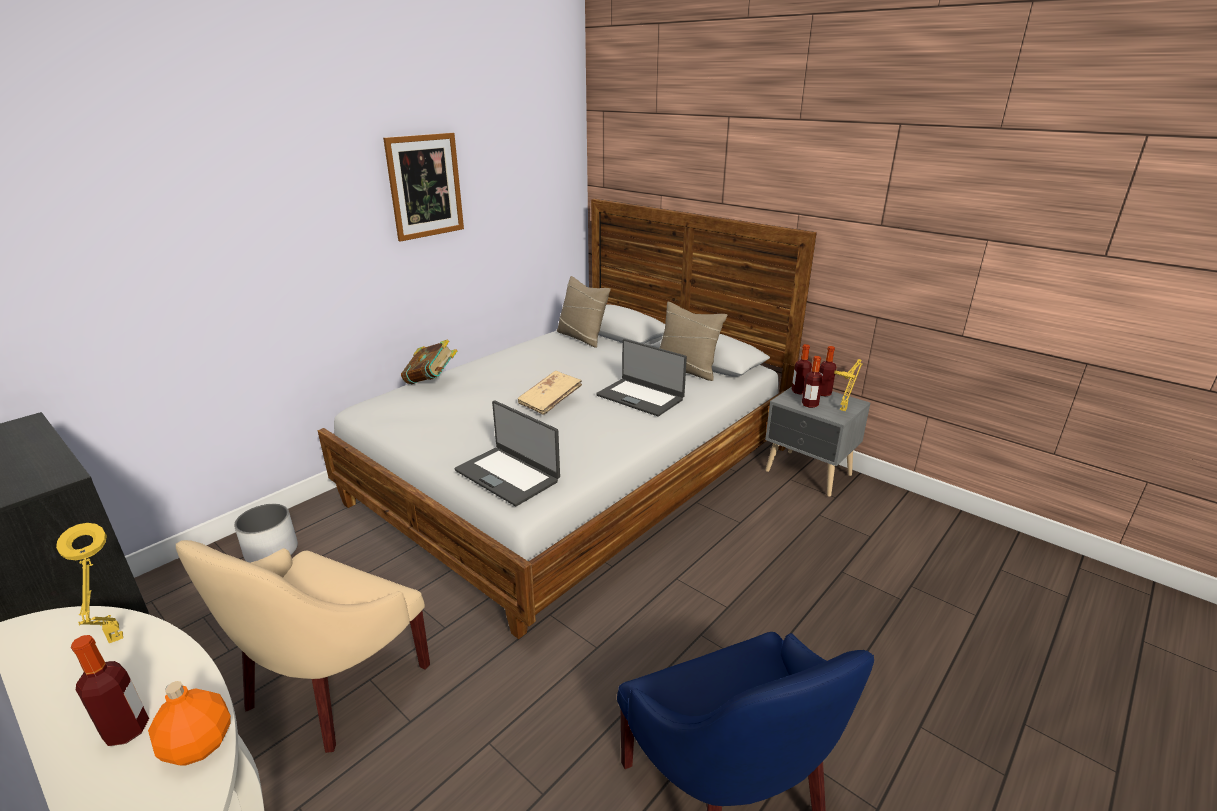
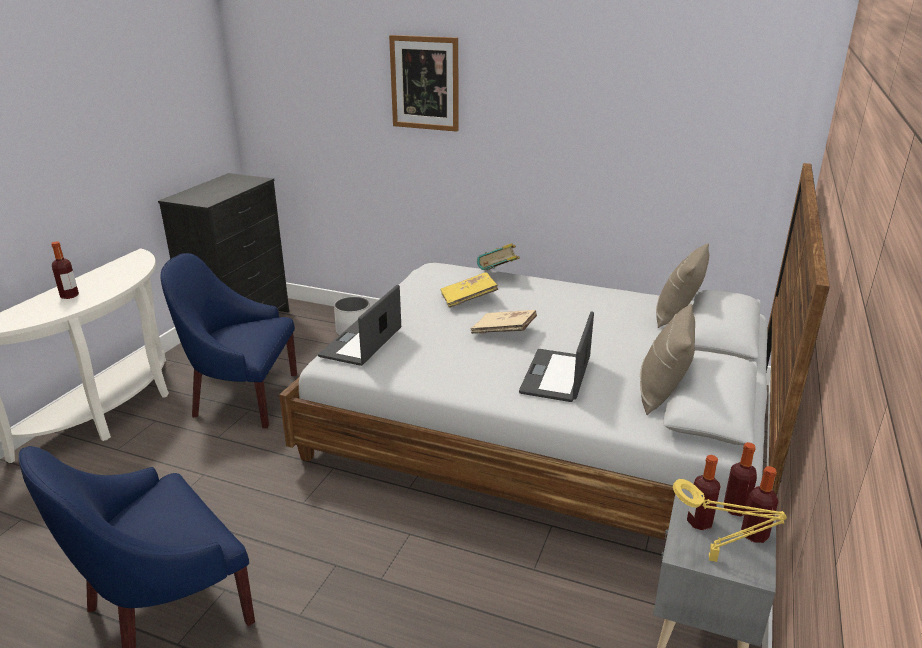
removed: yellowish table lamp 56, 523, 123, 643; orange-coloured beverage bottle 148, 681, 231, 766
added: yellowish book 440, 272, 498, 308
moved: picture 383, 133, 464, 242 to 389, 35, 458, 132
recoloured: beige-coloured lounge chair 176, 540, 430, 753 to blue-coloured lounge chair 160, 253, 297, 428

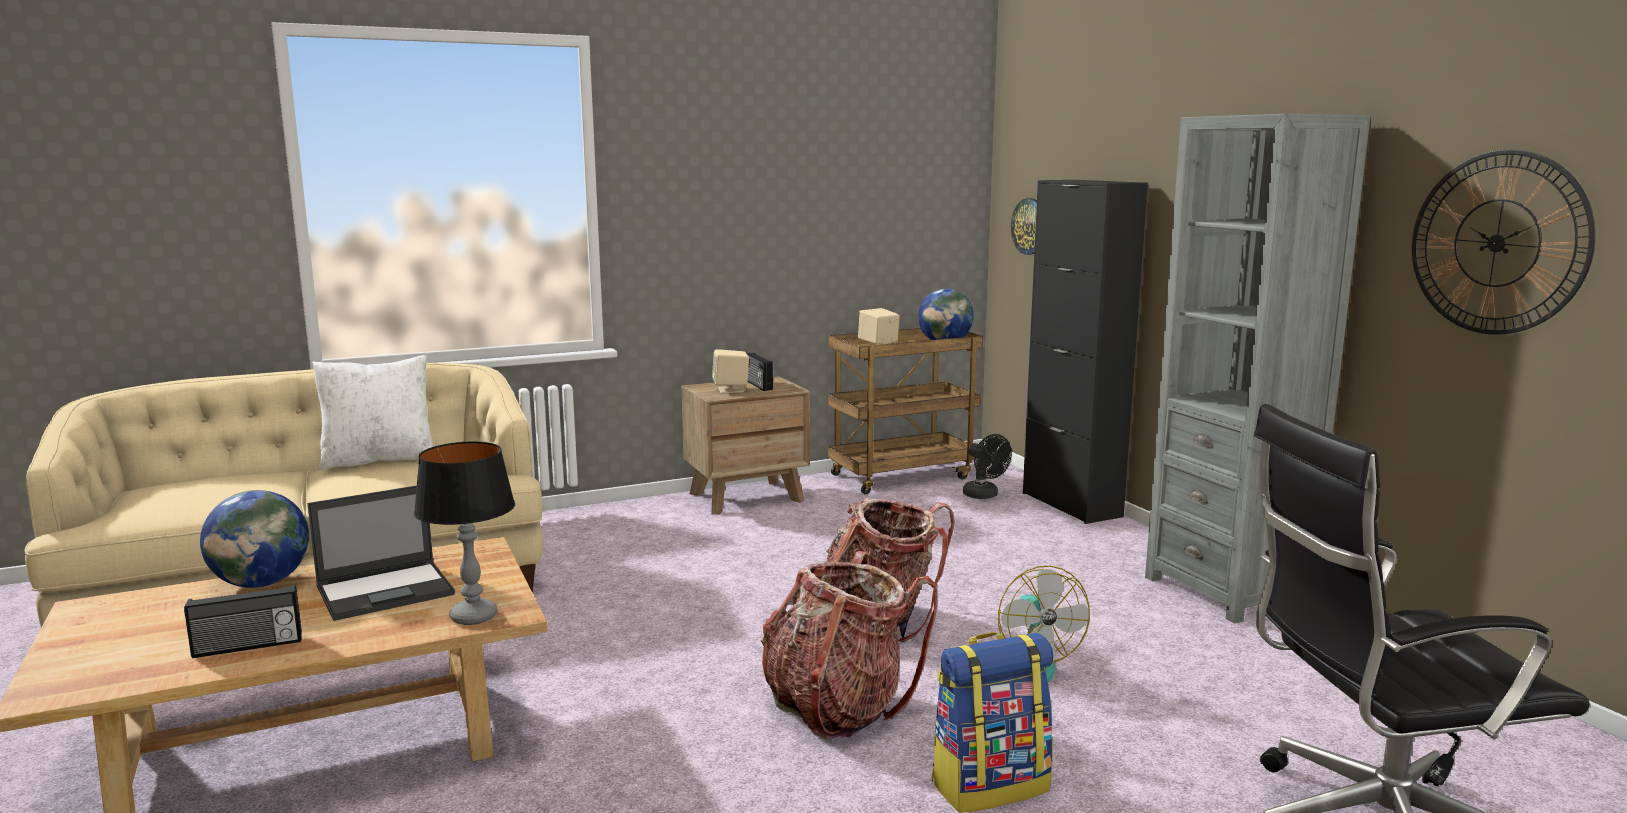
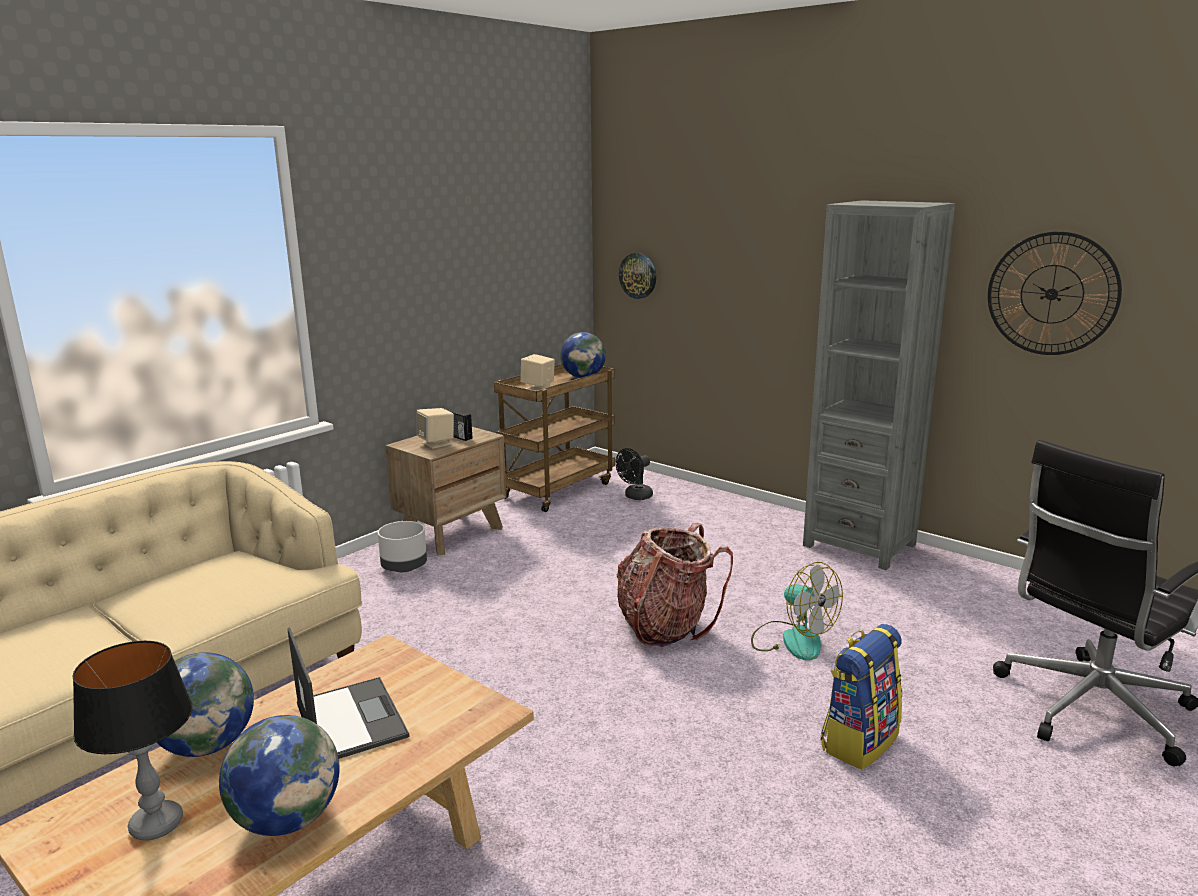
removed: black-coloured storage cabinet 1023, 180, 1148, 524; white-coloured pillow 313, 355, 433, 470; rucksack 761, 551, 938, 739
added: gray plant pot 378, 521, 427, 572
moved: table lamp 414, 442, 515, 625 to 73, 641, 193, 841
replaced: radio 184, 585, 302, 658 to globe 219, 715, 340, 836
turned: black-coloured fan 963, 434, 1012, 499 = 615, 448, 653, 500 105 degrees clockwise; portable computer 307, 485, 455, 621 = 288, 627, 409, 759 60 degrees counterclockwise

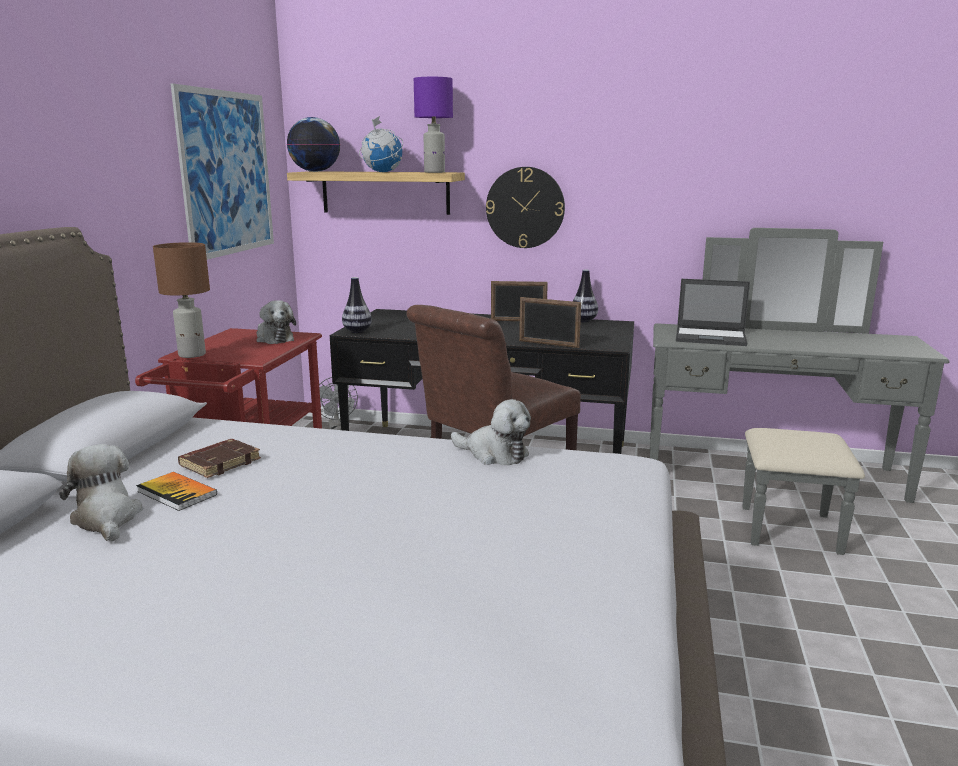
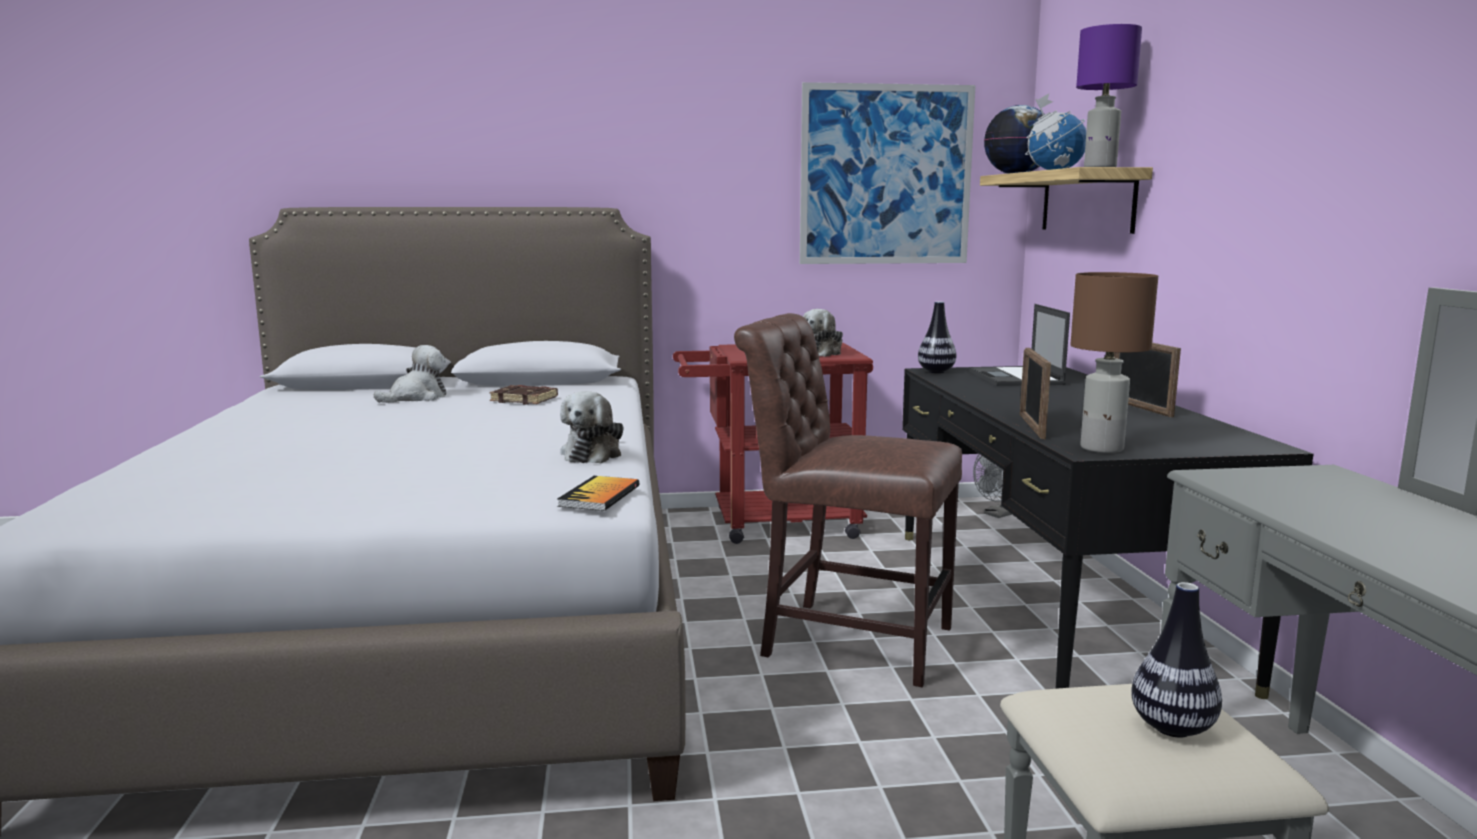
removed: clock on the wall 486, 167, 565, 248
moved: brown-coloured table lamp 153, 242, 210, 358 to 1070, 272, 1158, 453; decorative vase 573, 270, 598, 322 to 1132, 582, 1222, 738; portable computer 676, 279, 750, 346 to 969, 304, 1070, 386; book 136, 472, 217, 511 to 557, 476, 639, 511

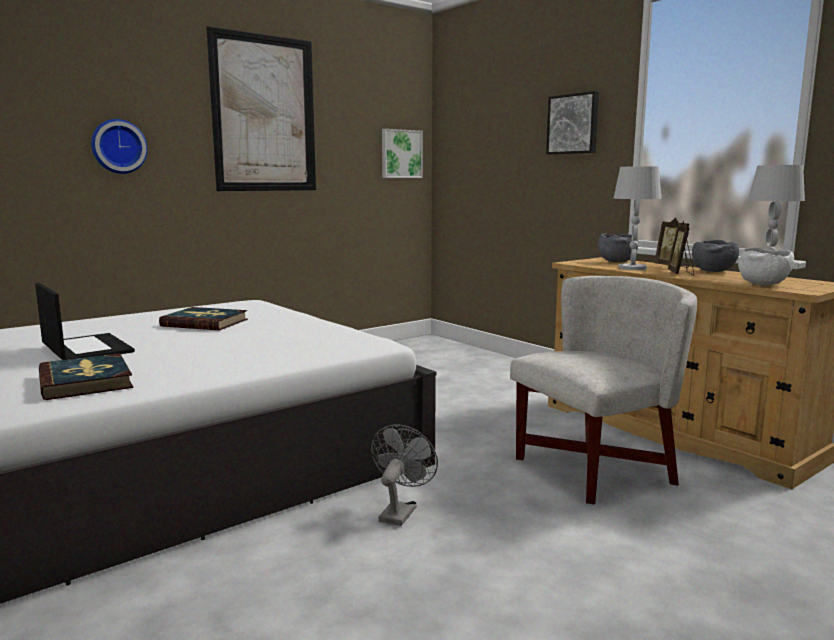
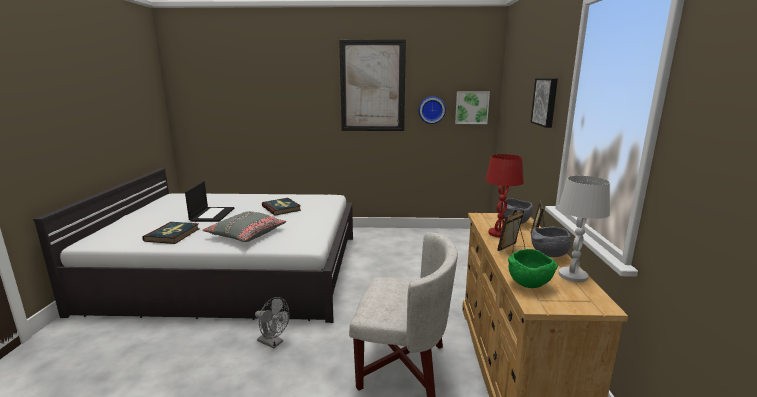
added: gray pillow 202, 211, 287, 242
moved: clock on the wall 91, 119, 147, 174 to 419, 96, 446, 124
recoloured: white-coloured table lamp 614, 166, 661, 270 to red table lamp 486, 154, 524, 238; white-coloured bowl 738, 247, 794, 286 to greenish bowl 508, 249, 558, 288
turned: gray fan 371, 424, 438, 526 = 255, 297, 289, 349 60 degrees clockwise

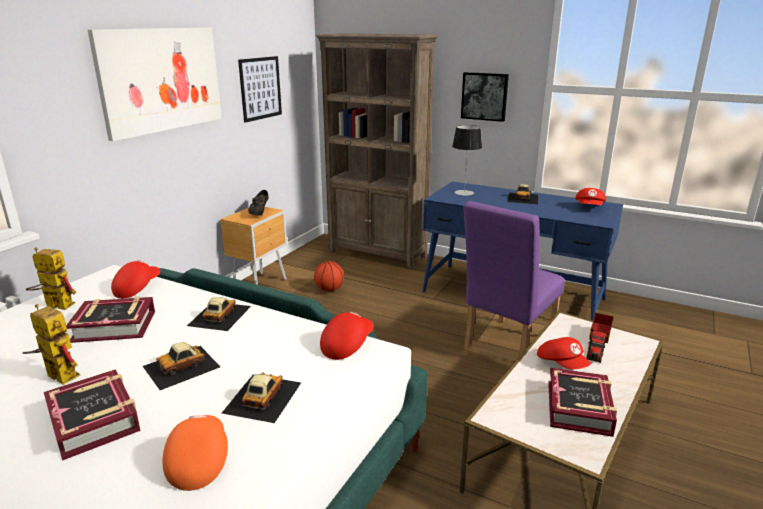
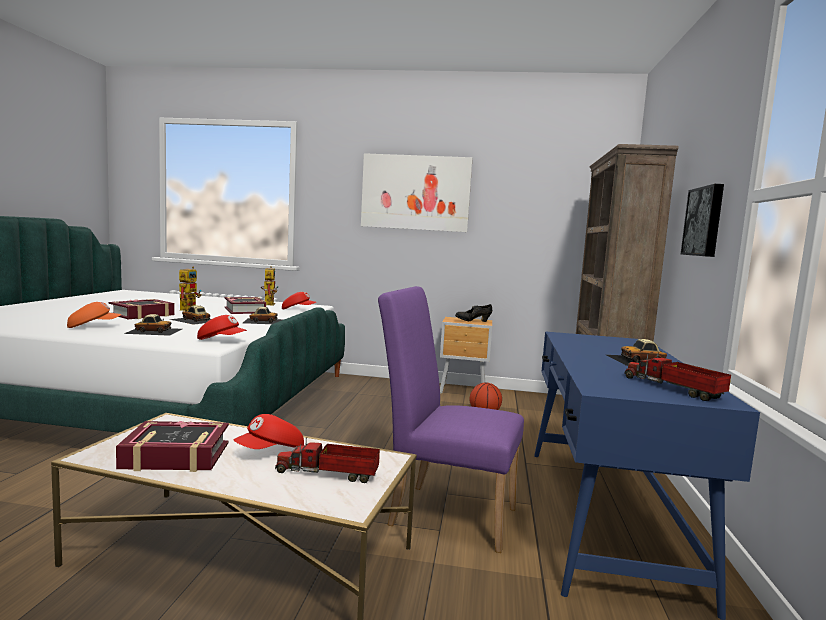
removed: picture 238, 56, 282, 123; table lamp 452, 125, 482, 196
replaced: red cap 575, 188, 606, 205 to toy truck 625, 352, 731, 401

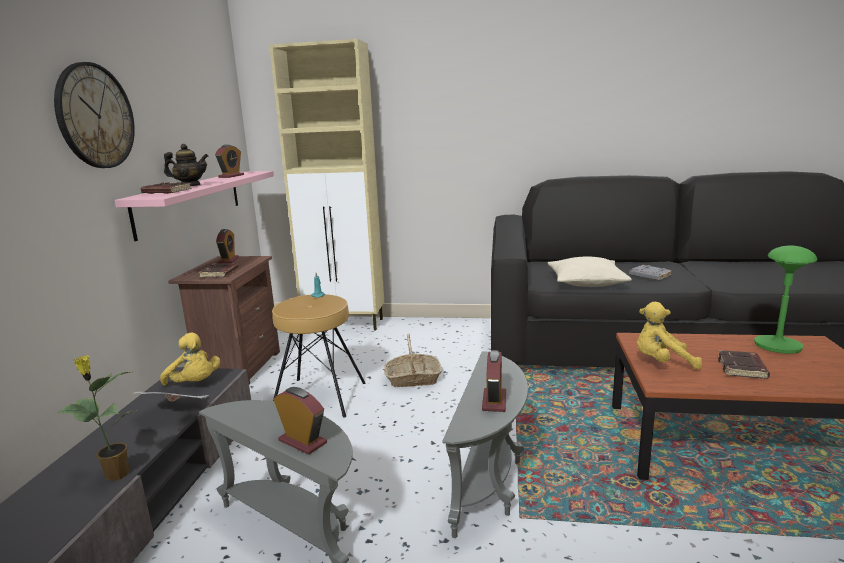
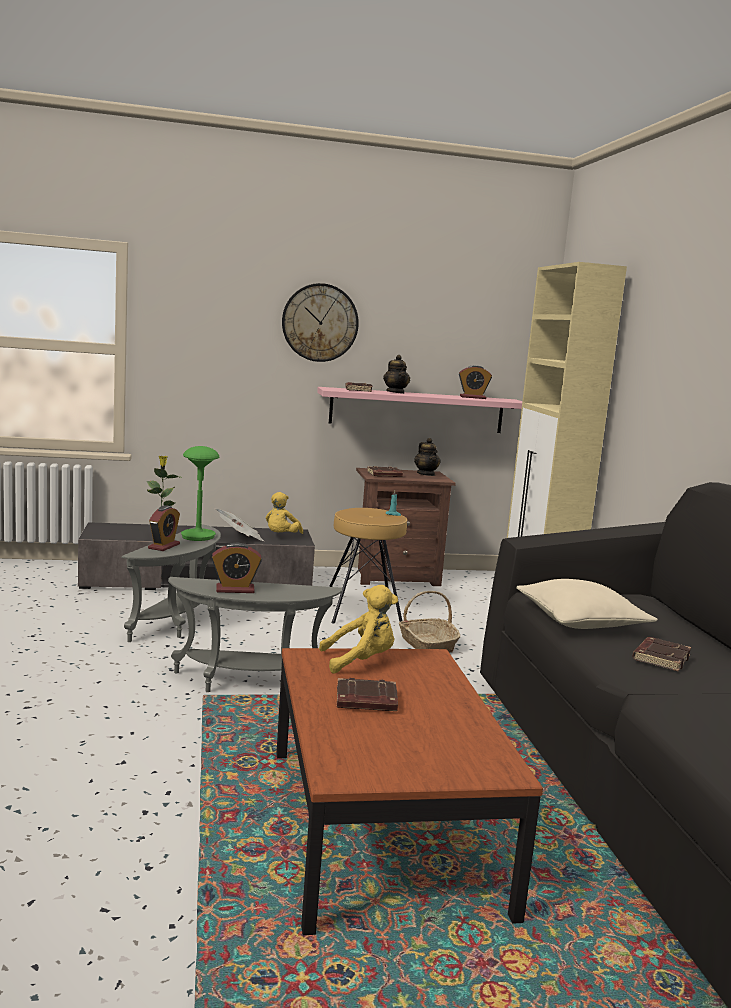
moved: greenish table lamp 754, 246, 817, 354 to 181, 446, 219, 541
replaced: alarm clock 216, 229, 239, 264 to pot for tea 414, 438, 441, 476
recoloured: gray book 629, 265, 672, 280 to brown-coloured book 632, 637, 691, 671
turned: yellowish plush toy 637, 302, 702, 369 = 319, 585, 398, 673 90 degrees clockwise

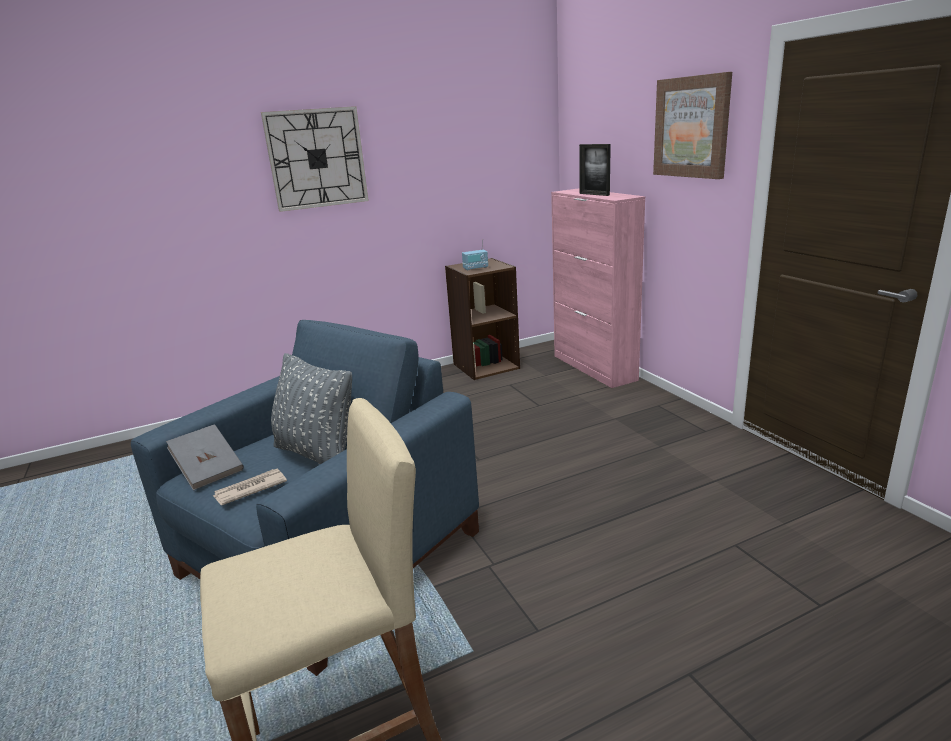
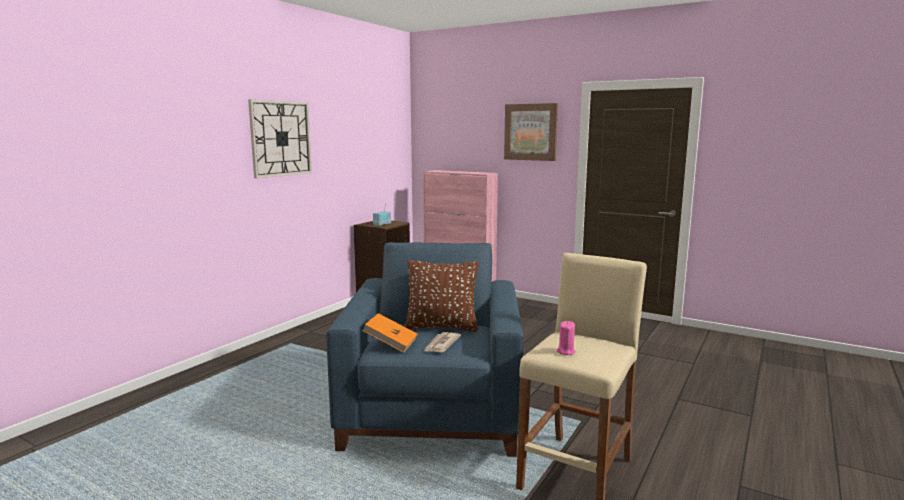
removed: photo frame 579, 144, 611, 196
added: pink-coloured wax light 556, 321, 576, 355
recoloured: gray pillow 271, 353, 352, 464 to brown-coloured pillow 405, 260, 479, 332; gray book 166, 424, 244, 491 to orange-coloured book 362, 313, 418, 353

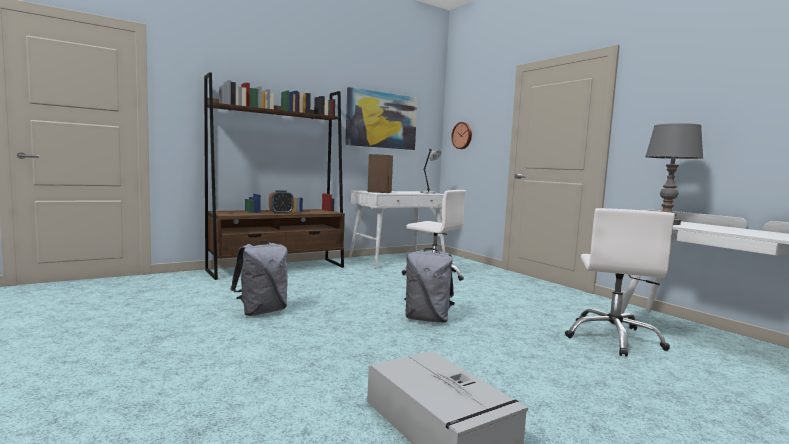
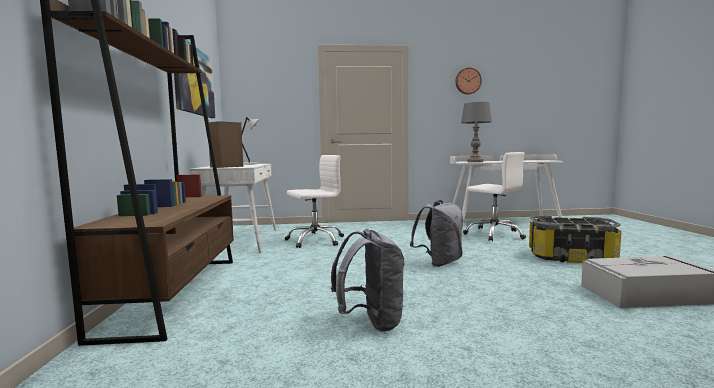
removed: alarm clock 269, 190, 293, 214
added: storage box 529, 215, 622, 263
moved: clock on the wall 451, 122, 472, 149 to 455, 67, 482, 94

